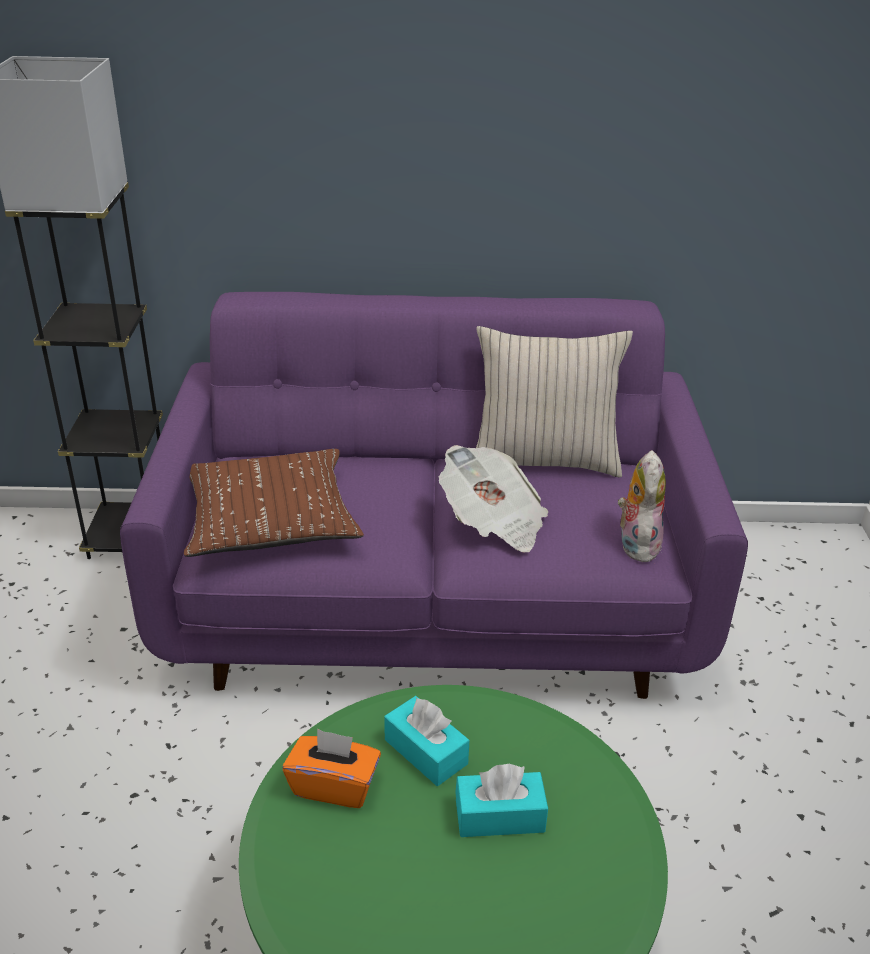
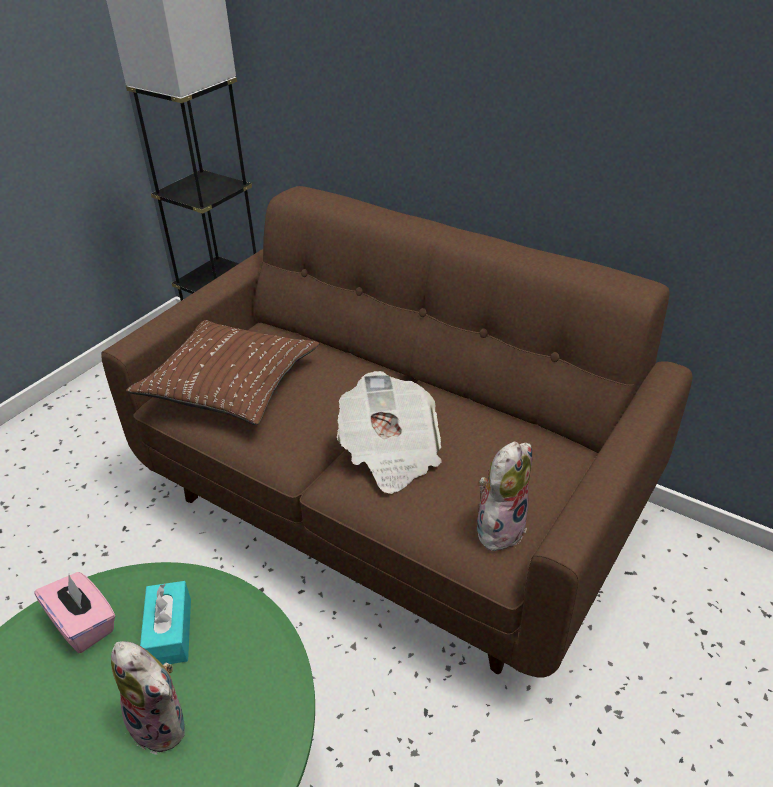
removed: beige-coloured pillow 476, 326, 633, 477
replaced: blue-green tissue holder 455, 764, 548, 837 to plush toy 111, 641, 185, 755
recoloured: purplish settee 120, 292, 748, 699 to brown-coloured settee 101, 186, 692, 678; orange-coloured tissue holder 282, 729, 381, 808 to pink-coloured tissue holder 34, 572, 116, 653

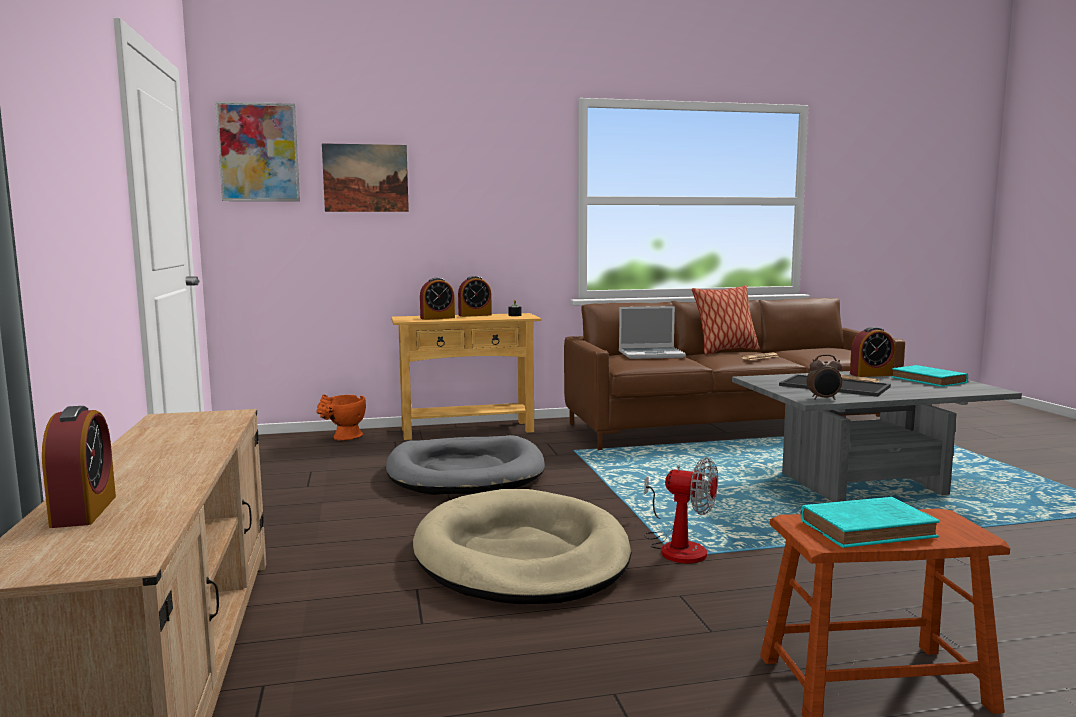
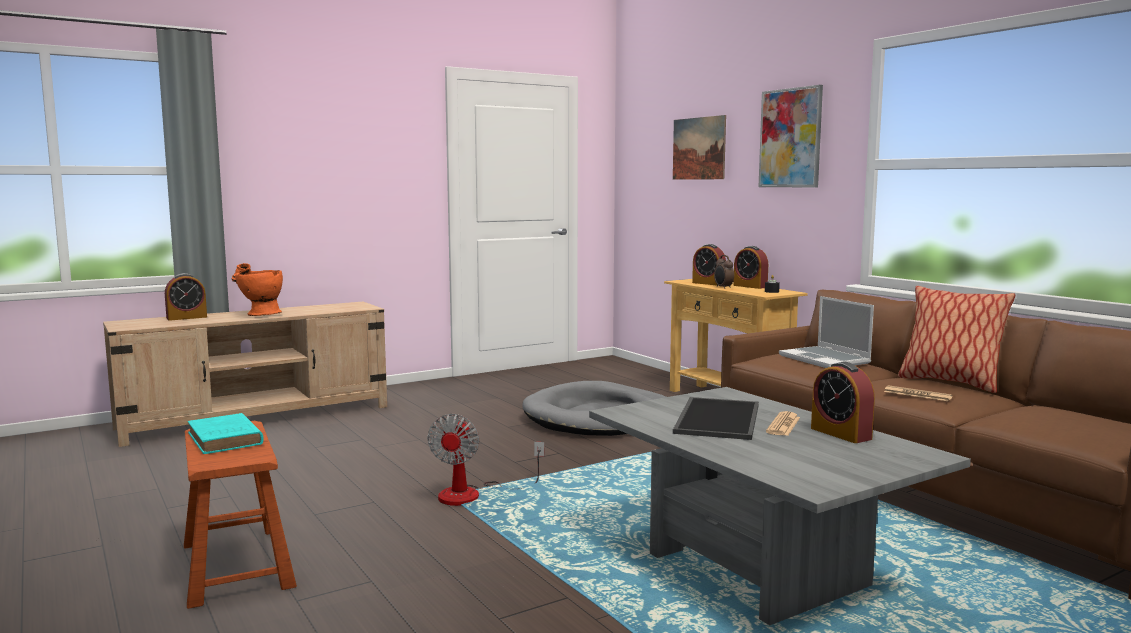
removed: blue-green book 891, 365, 968, 387; beige-coloured dog bed 413, 489, 631, 604
moved: picture 215, 101, 300, 201 to 759, 85, 823, 188; alarm clock 807, 354, 842, 400 to 714, 255, 734, 289; orange-coloured decorative vase 316, 395, 366, 441 to 232, 263, 283, 316

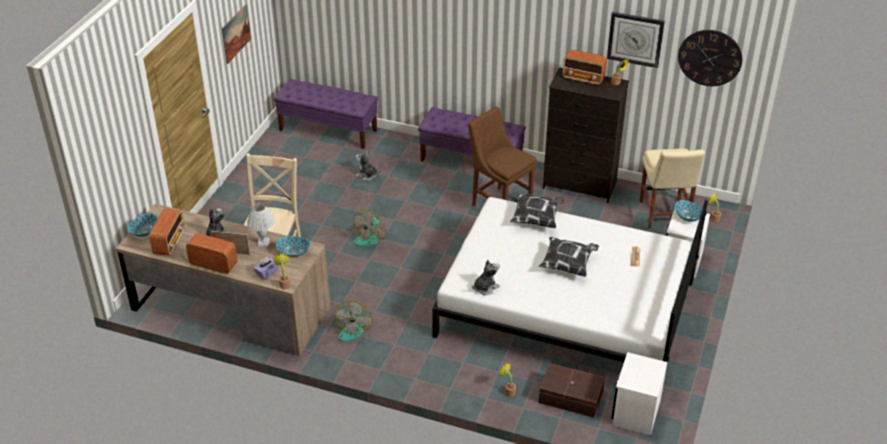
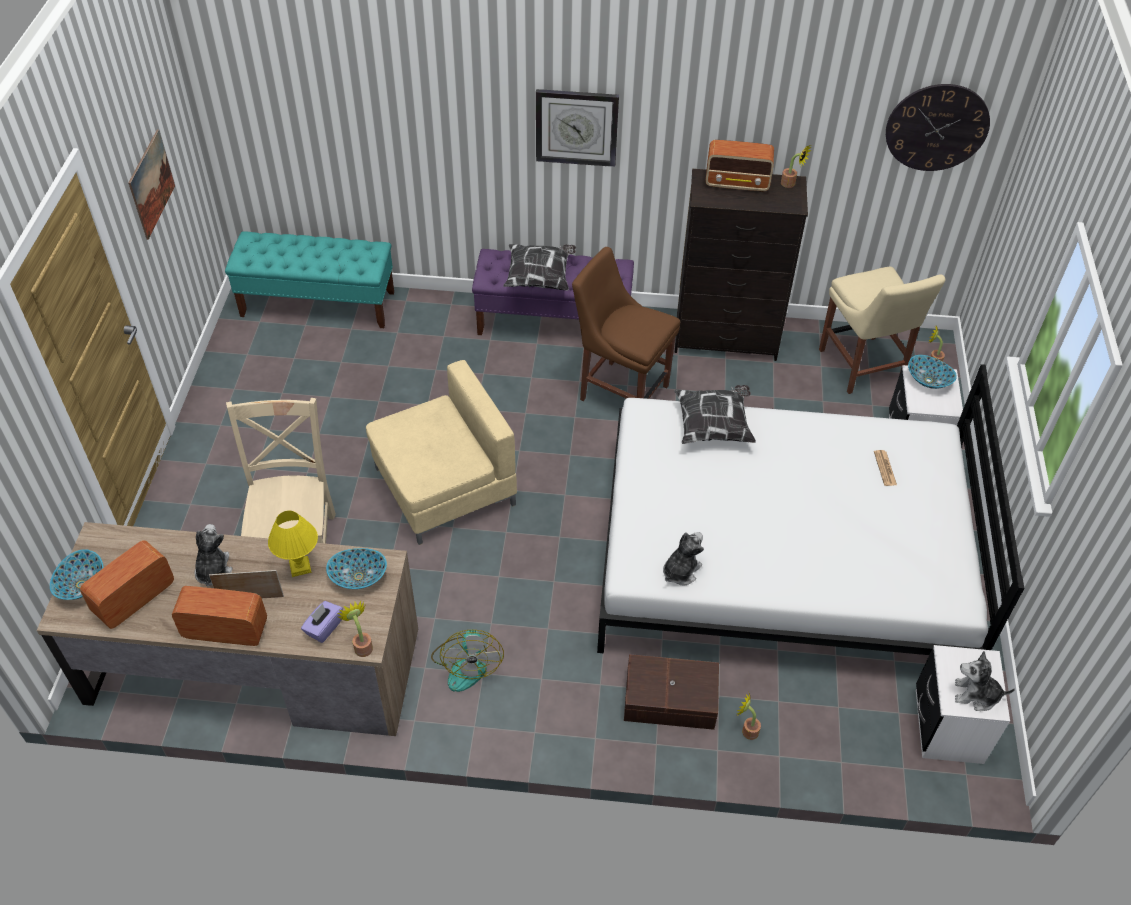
moved: clock on the wall 607, 12, 665, 68 to 536, 89, 619, 167; plush toy 356, 150, 380, 181 to 955, 651, 1015, 711; pillow 539, 237, 599, 277 to 503, 244, 576, 290; brown-coloured storage box 539, 363, 605, 418 to 624, 654, 719, 730
replaced: fan 353, 209, 386, 247 to beige-coloured lounge chair 366, 360, 517, 545
recoloured: purplish long seat 274, 79, 378, 149 to blue-green long seat 225, 231, 394, 328; white-coloured table lamp 247, 203, 275, 247 to yellowish table lamp 268, 511, 318, 577
turned: radio 149, 208, 185, 256 = 80, 540, 174, 629 135 degrees counterclockwise

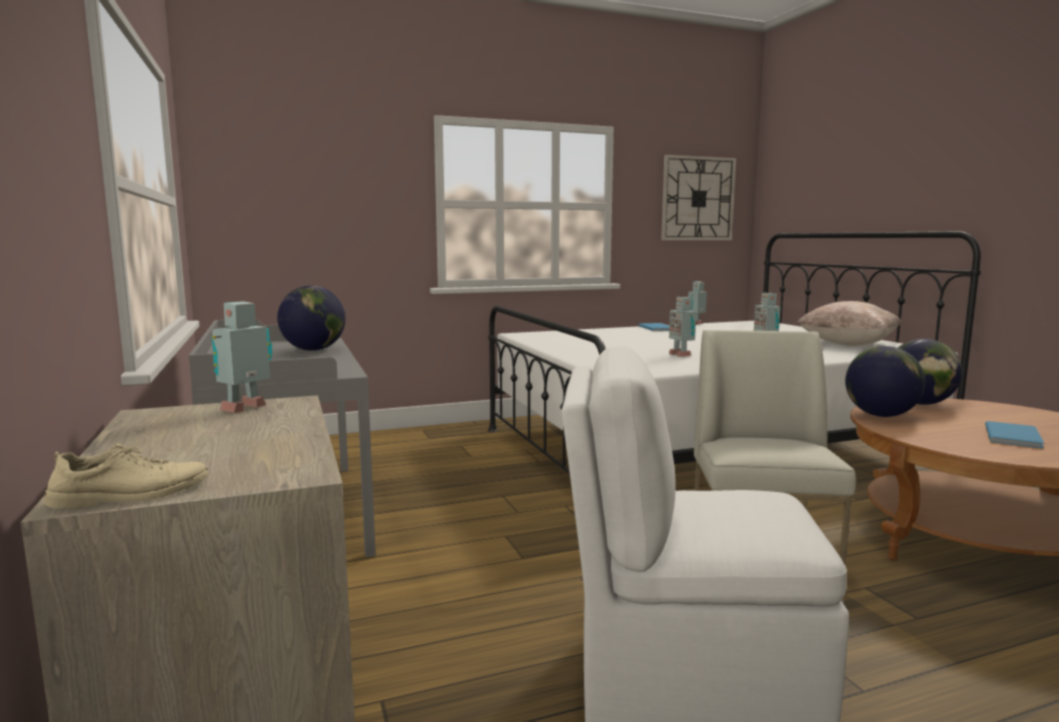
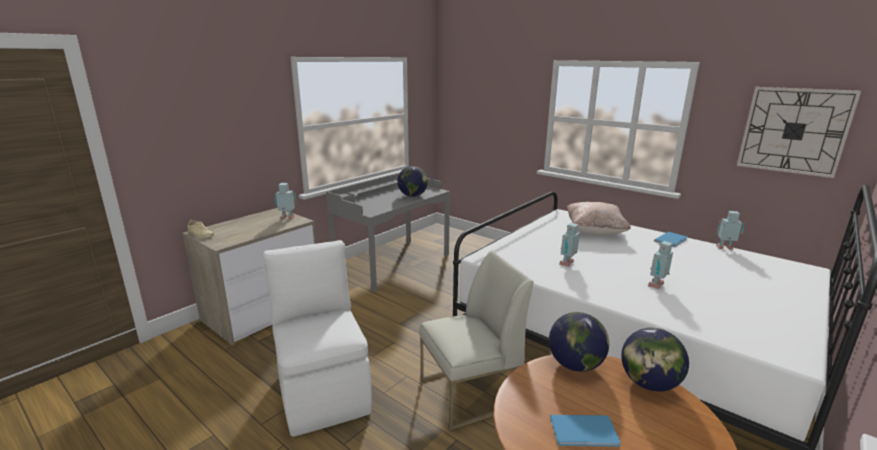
moved: beige-coloured pillow 797, 301, 901, 346 to 566, 202, 631, 235

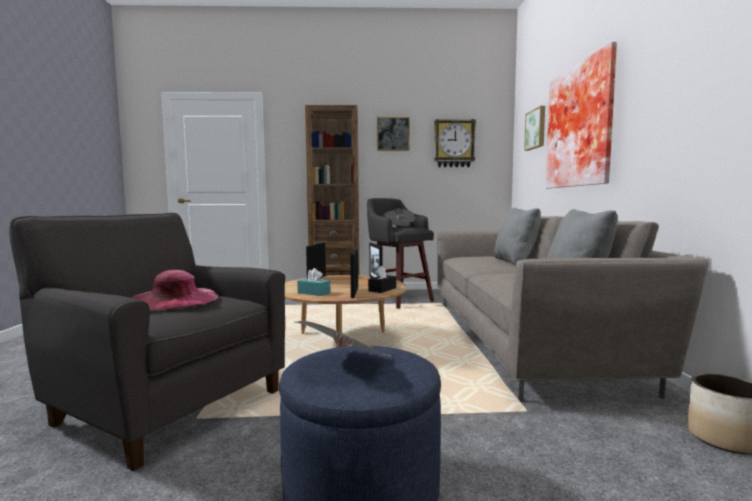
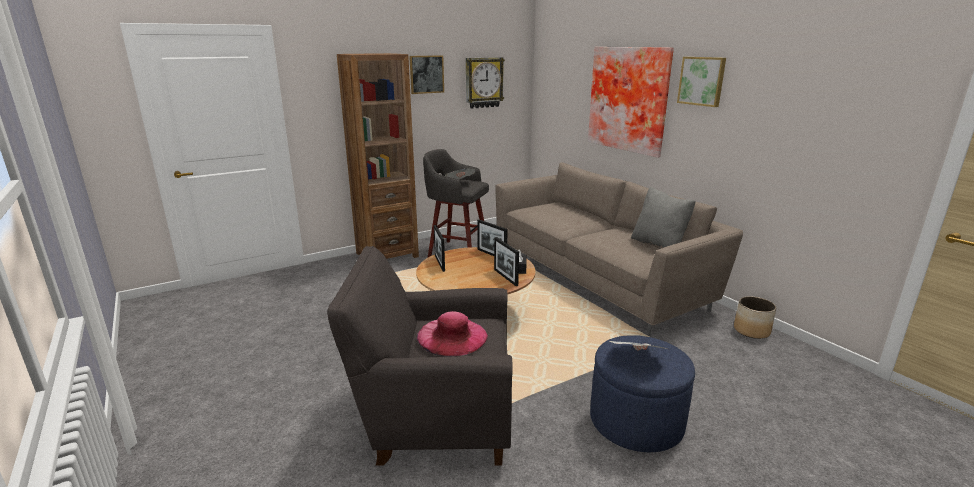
removed: gray pillow 494, 208, 541, 266; blue-green tissue holder 297, 268, 330, 296
moved: picture 524, 106, 545, 151 to 677, 57, 726, 107

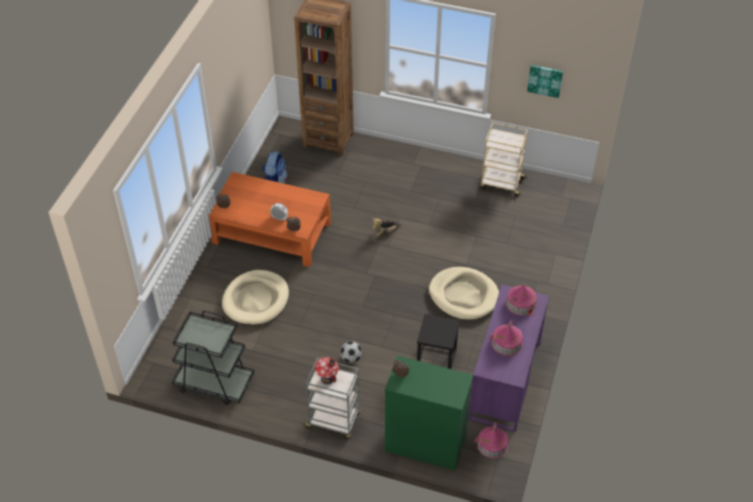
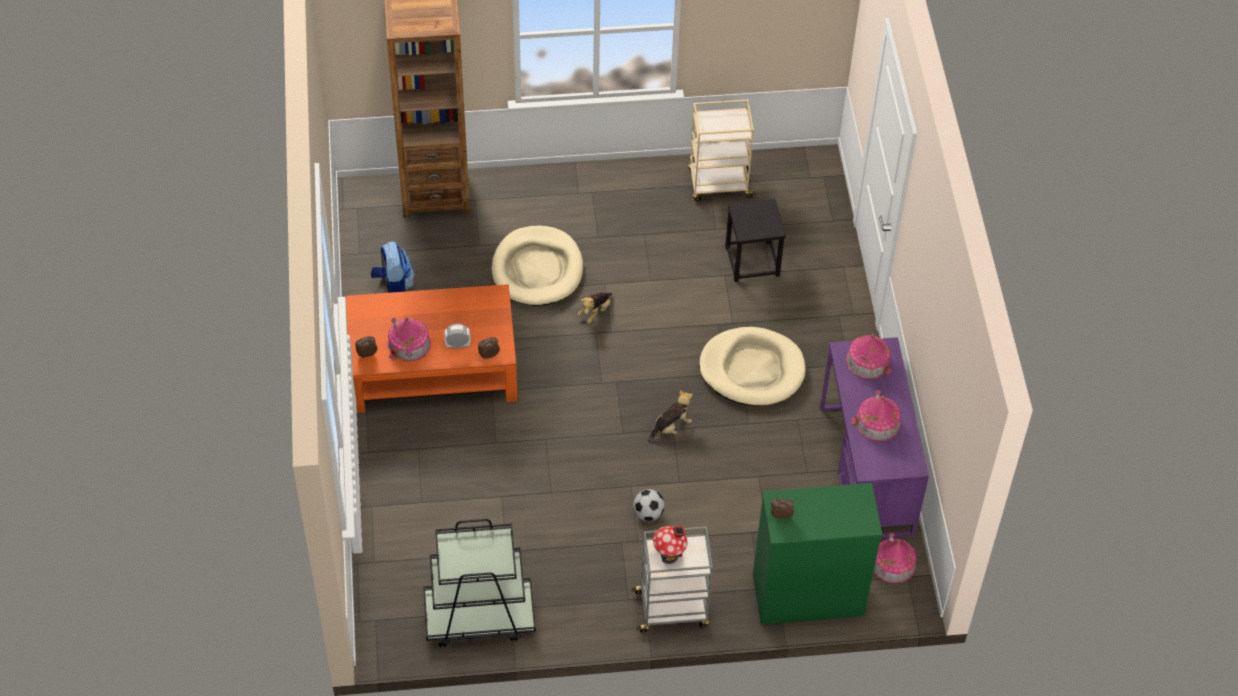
removed: picture 527, 65, 563, 98
added: model house 388, 317, 431, 361; plush toy 648, 390, 693, 443
moved: beige-coloured dog bed 222, 270, 289, 325 to 492, 226, 583, 306; black-coloured stool seat 417, 314, 460, 369 to 725, 199, 786, 282

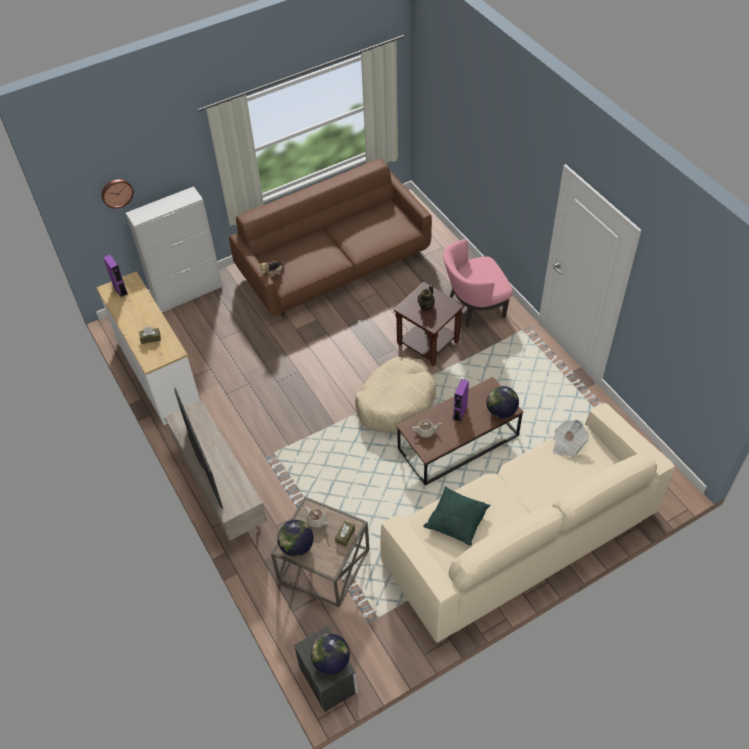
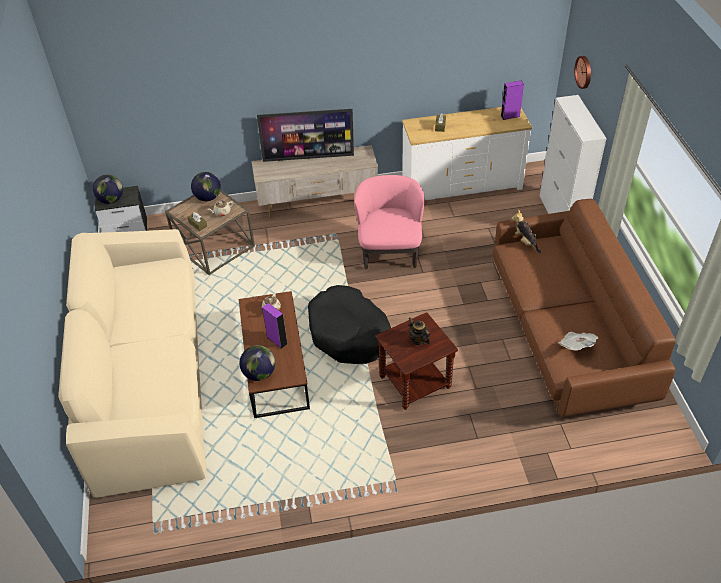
removed: greenish pillow 423, 486, 491, 546
moved: pink-coloured lounge chair 443, 239, 513, 327 to 354, 175, 425, 269; daily paper 553, 420, 589, 458 to 559, 332, 599, 351
recoloured: beige-coloured dog bed 355, 357, 436, 433 to black-coloured dog bed 308, 285, 391, 364

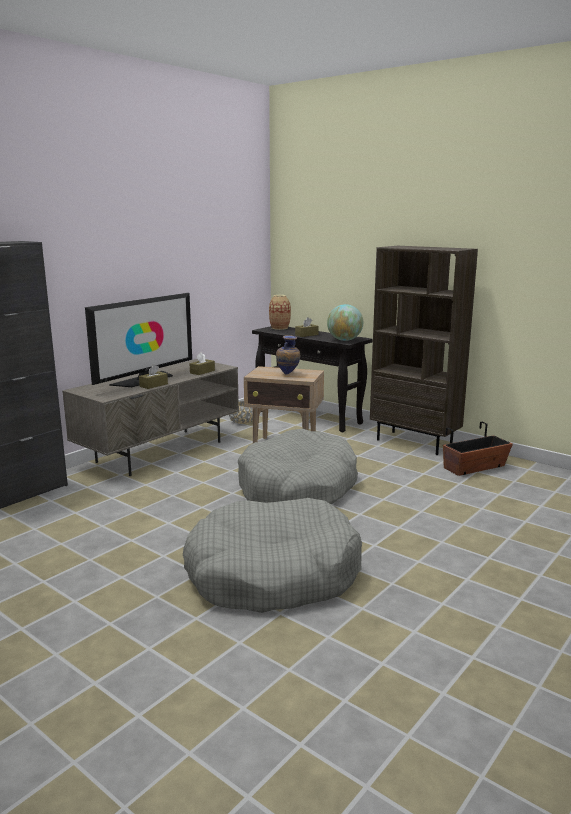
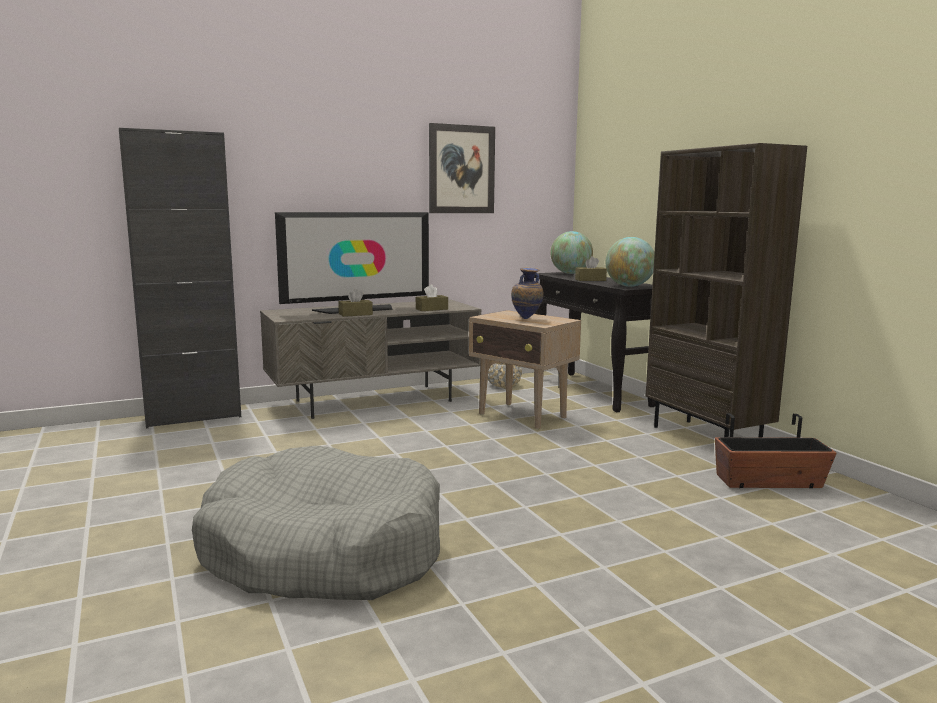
removed: gray dog bed 238, 429, 358, 505
added: picture 429, 123, 495, 213
replaced: decorative vase 269, 295, 291, 330 to globe 550, 231, 593, 274

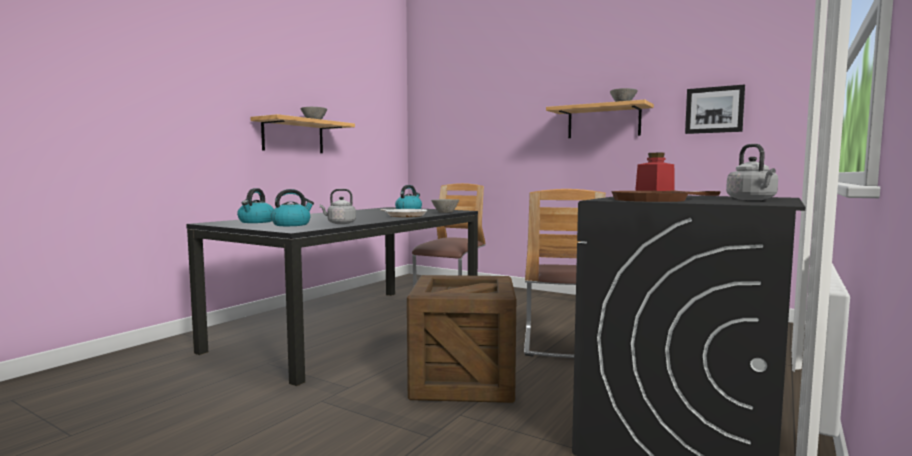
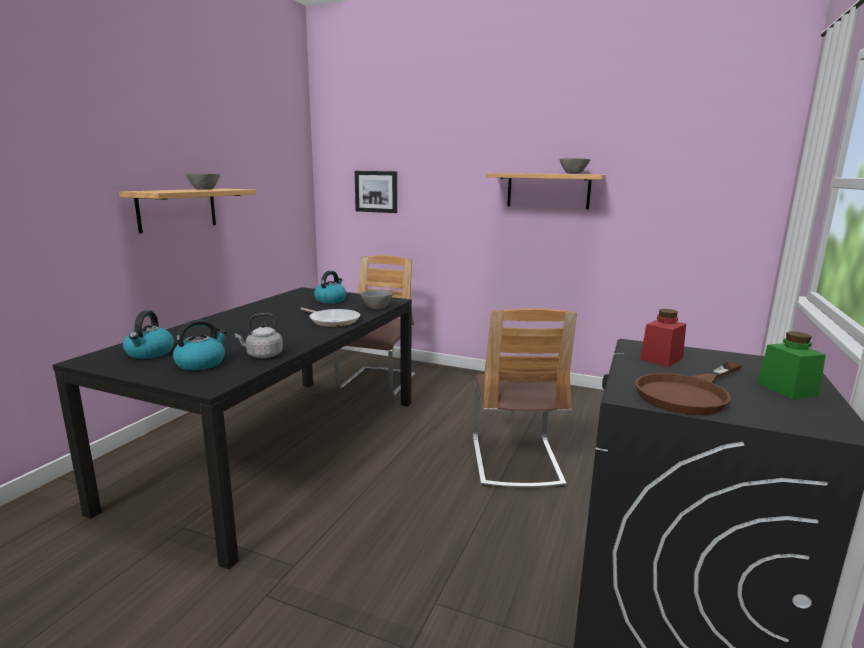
removed: shipping crate 407, 275, 516, 403
moved: picture 685, 84, 745, 134 to 355, 171, 397, 213
replaced: gray water kettle 726, 144, 778, 200 to greenish preserve jar 758, 331, 826, 399

